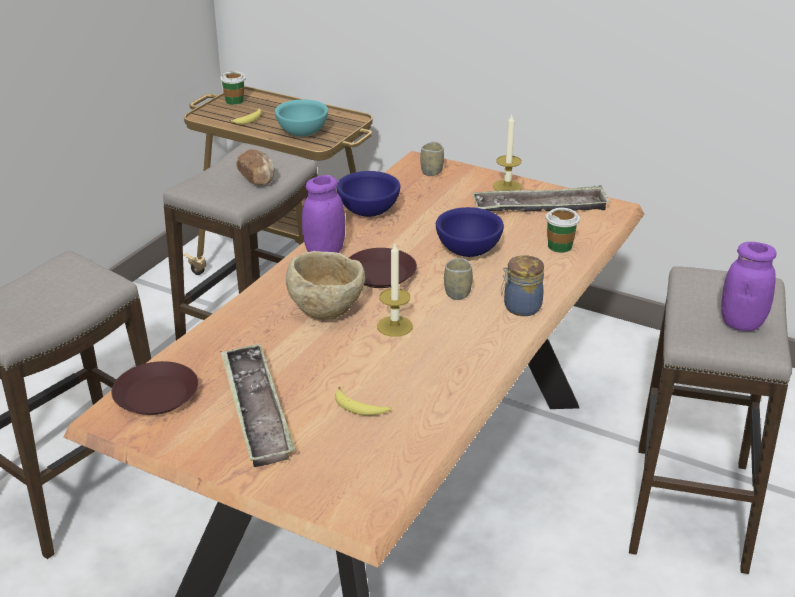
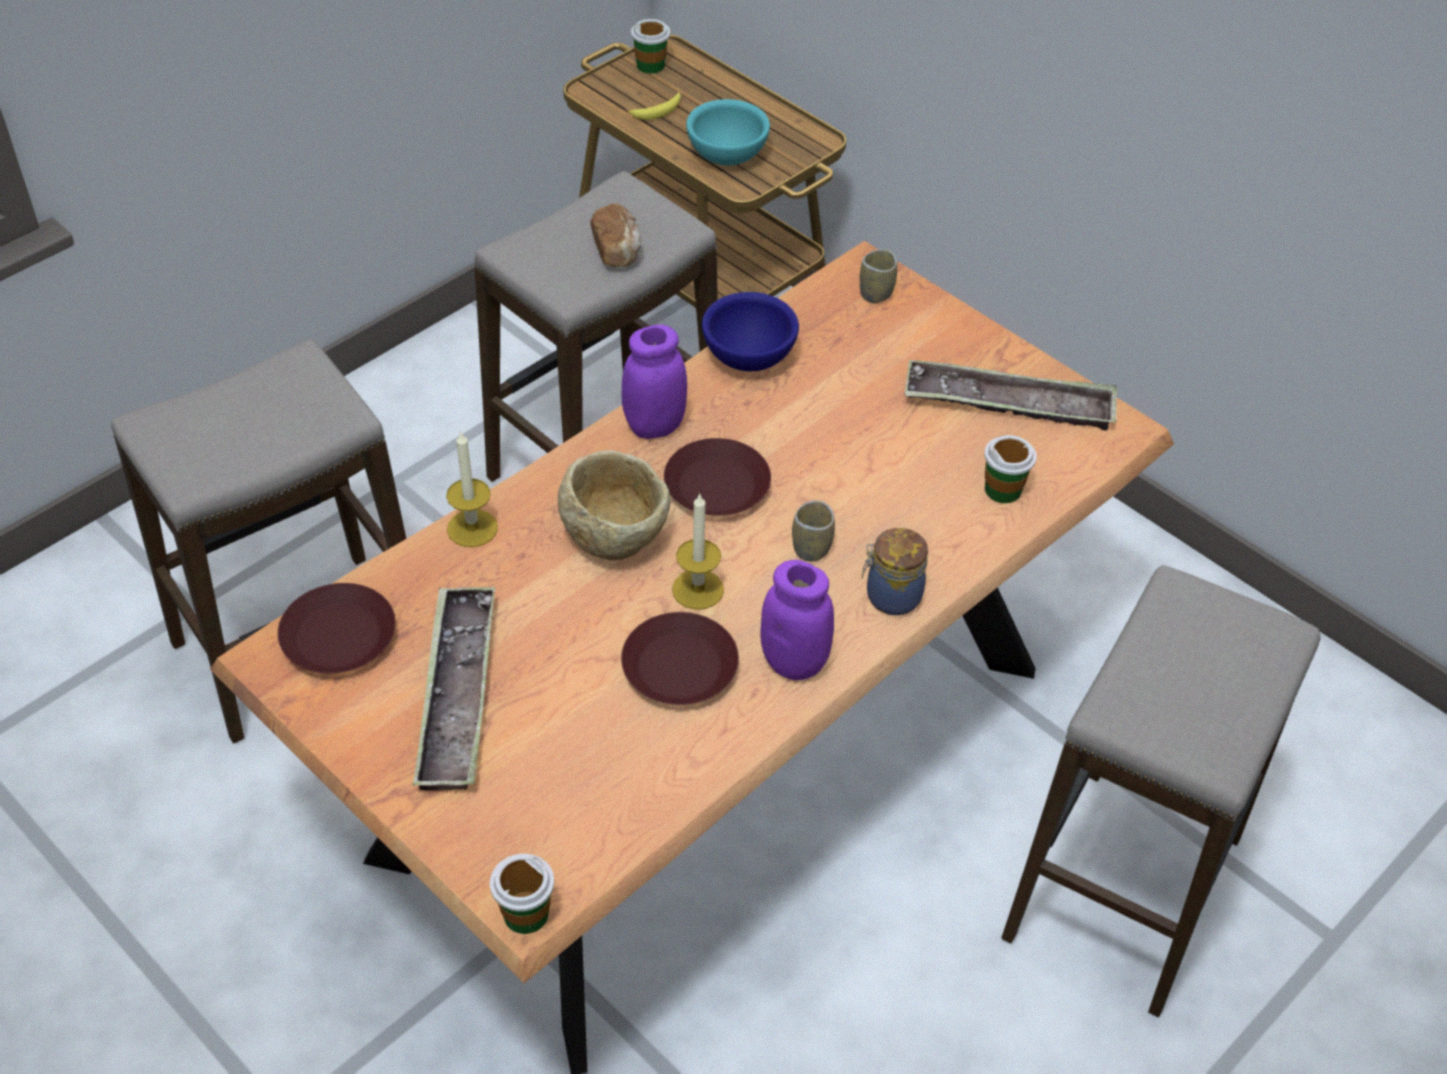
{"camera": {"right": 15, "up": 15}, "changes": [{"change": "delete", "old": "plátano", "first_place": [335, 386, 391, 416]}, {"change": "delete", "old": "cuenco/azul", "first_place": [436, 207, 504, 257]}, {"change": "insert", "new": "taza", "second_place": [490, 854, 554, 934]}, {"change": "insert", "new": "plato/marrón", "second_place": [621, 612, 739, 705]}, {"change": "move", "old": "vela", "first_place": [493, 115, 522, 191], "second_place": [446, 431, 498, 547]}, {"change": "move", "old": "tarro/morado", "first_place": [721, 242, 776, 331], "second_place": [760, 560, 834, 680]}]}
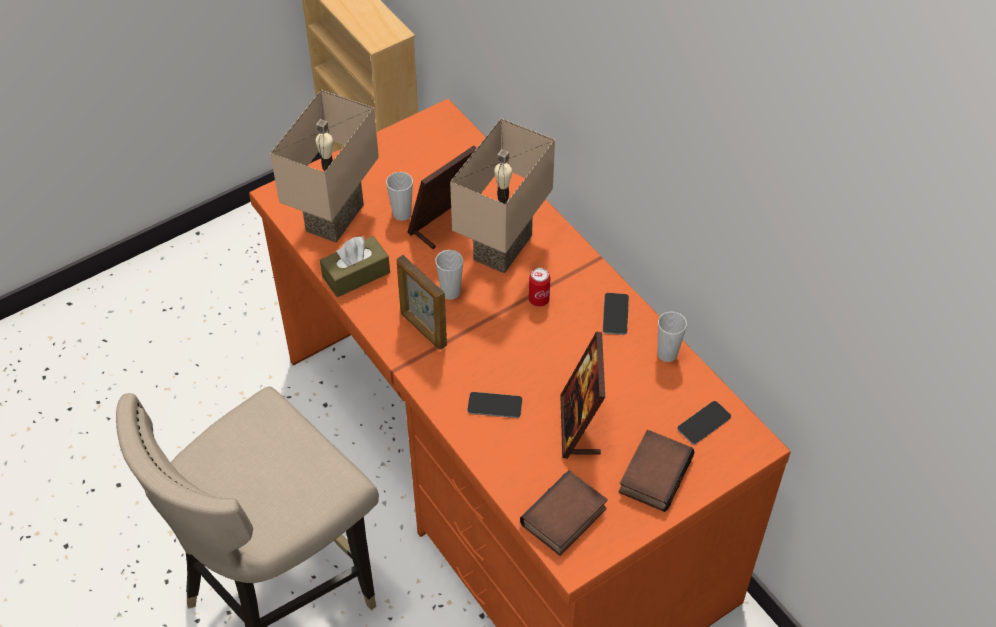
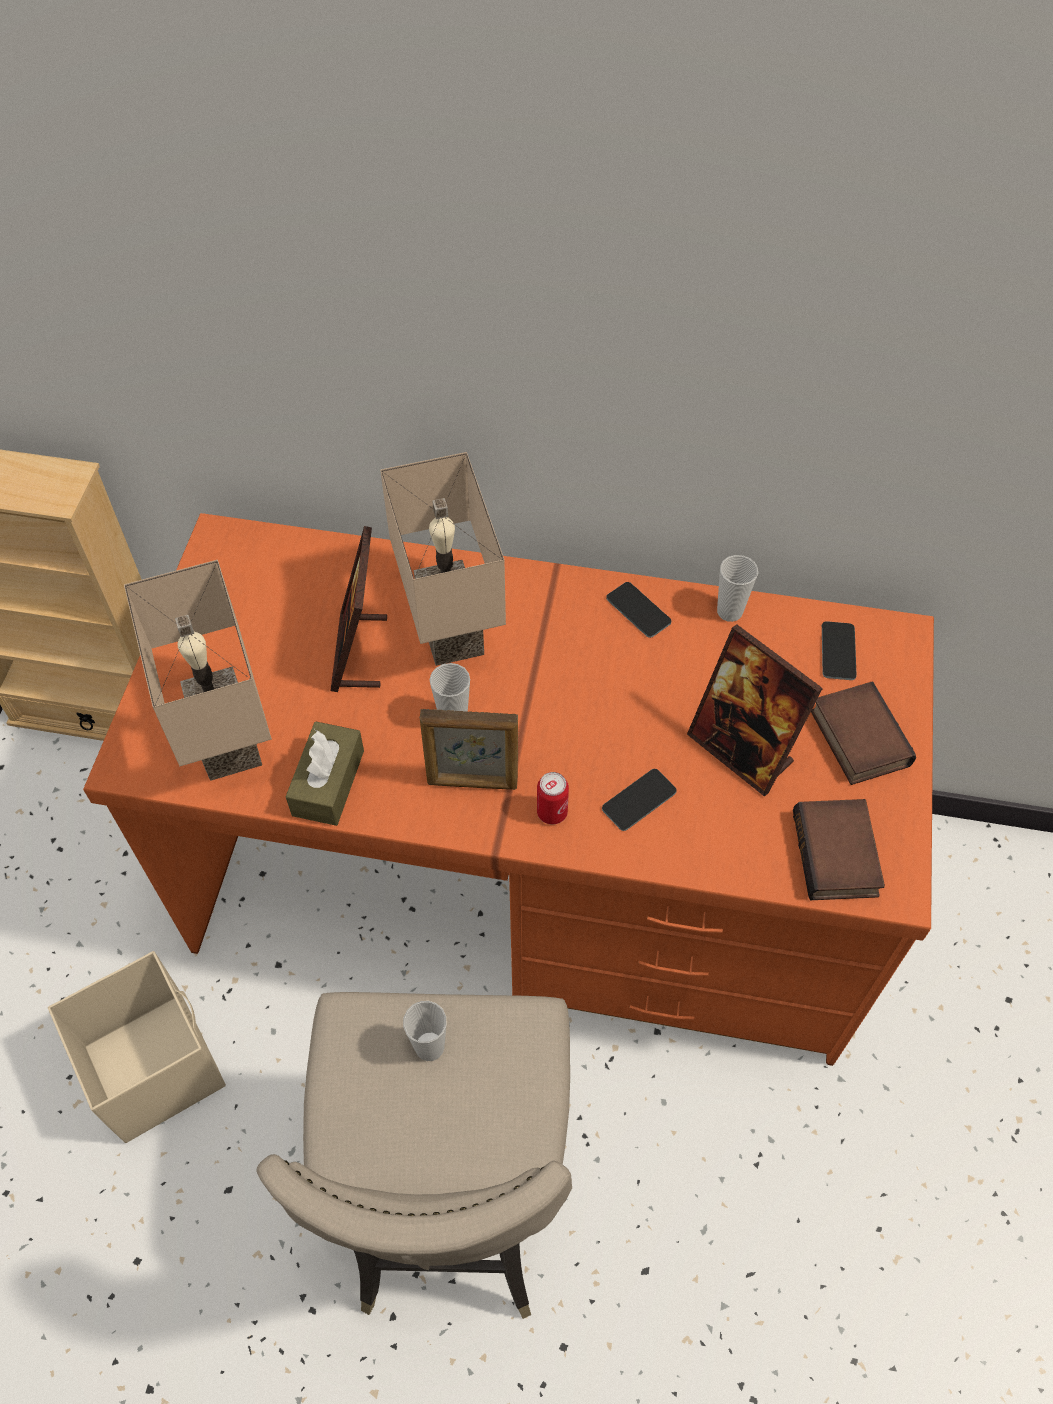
{"camera": {"right": -45, "up": 5}, "changes": [{"change": "insert", "new": "caja de almacenaje/beis", "second_place": [48, 951, 226, 1143]}, {"change": "move", "old": "taza", "first_place": [386, 172, 413, 221], "second_place": [403, 1001, 446, 1061]}, {"change": "move", "old": "lata", "first_place": [529, 268, 550, 307], "second_place": [537, 772, 569, 825]}]}
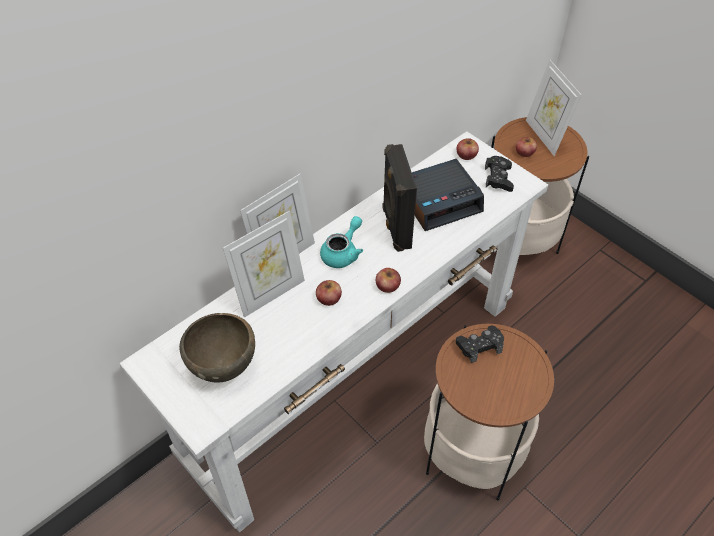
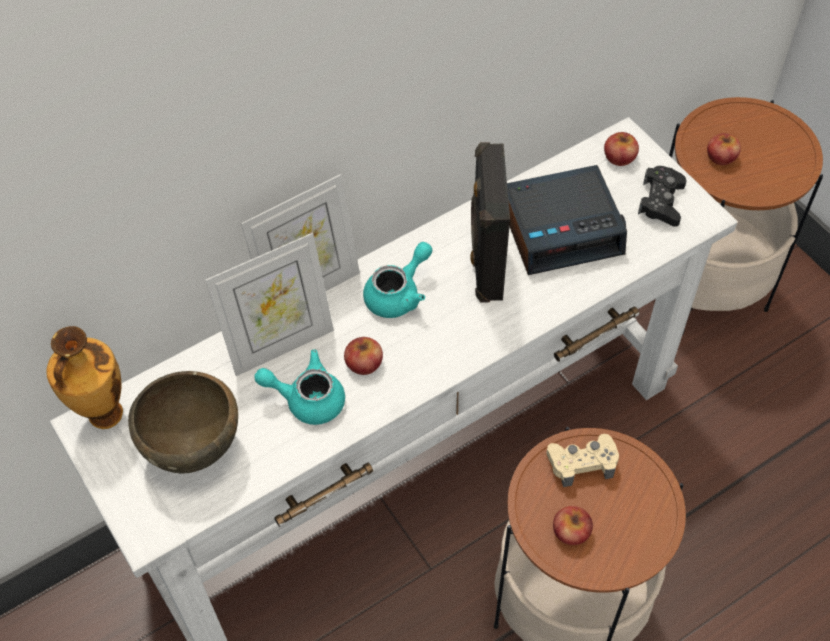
{"camera": {"right": 10, "up": 5}, "changes": [{"change": "delete", "old": "portarretratos", "first_place": [526, 60, 582, 156]}, {"change": "insert", "new": "florero", "second_place": [46, 326, 123, 429]}, {"change": "insert", "new": "tetera/turquesa", "second_place": [254, 349, 345, 425]}, {"change": "move", "old": "manzana", "first_place": [376, 268, 401, 293], "second_place": [553, 506, 593, 545]}, {"change": "recolor", "old": "mando de consola/negro", "new": "mando de consola/beis", "first_place": [456, 326, 504, 363], "second_place": [547, 434, 619, 487]}]}
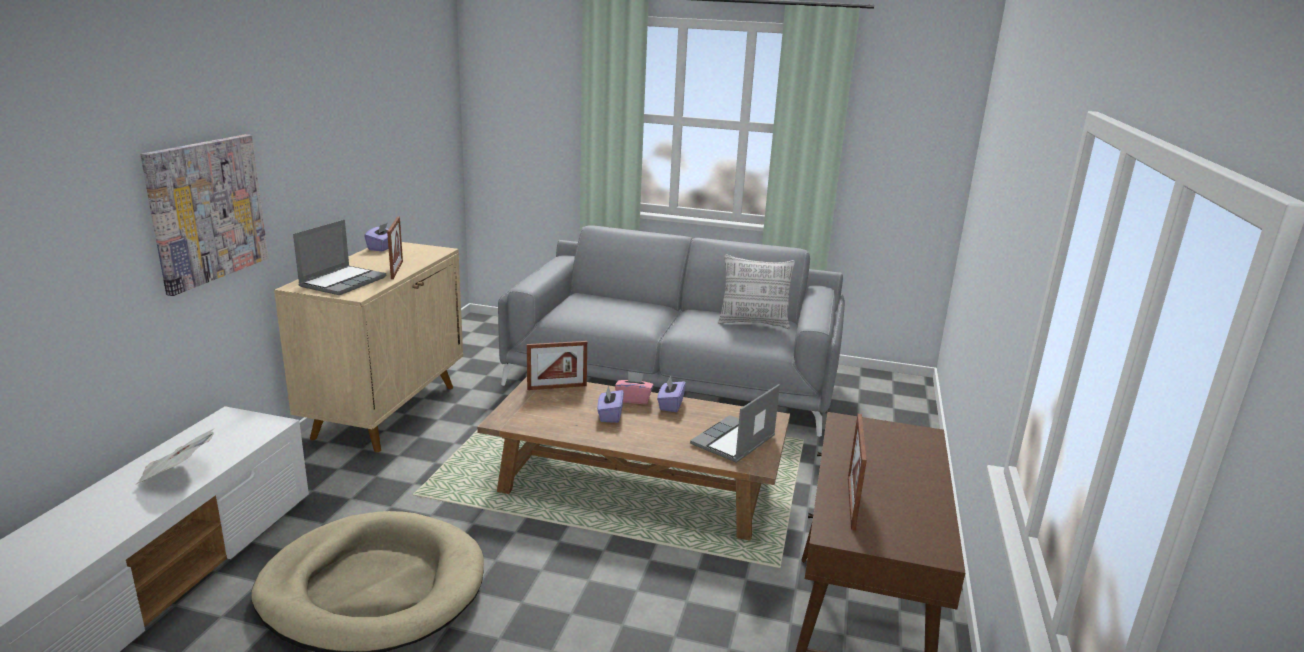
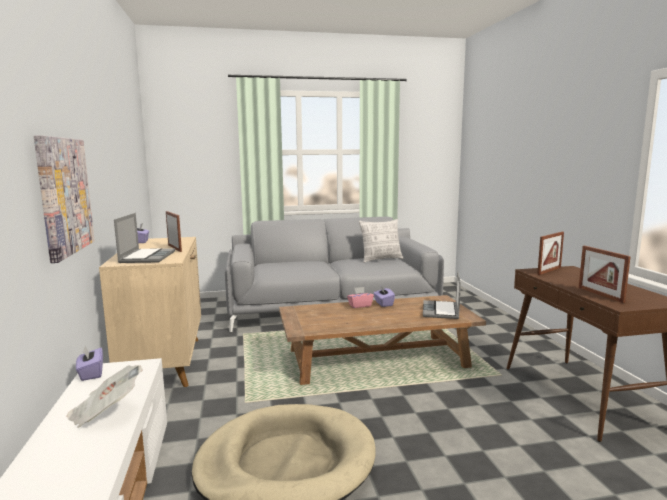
{"camera": {"right": -25, "up": -10}, "changes": [{"change": "move", "old": "portarretratos", "first_place": [527, 341, 587, 390], "second_place": [537, 232, 564, 275]}, {"change": "move", "old": "caja de pañuelos/morado", "first_place": [597, 386, 624, 423], "second_place": [76, 346, 103, 381]}]}
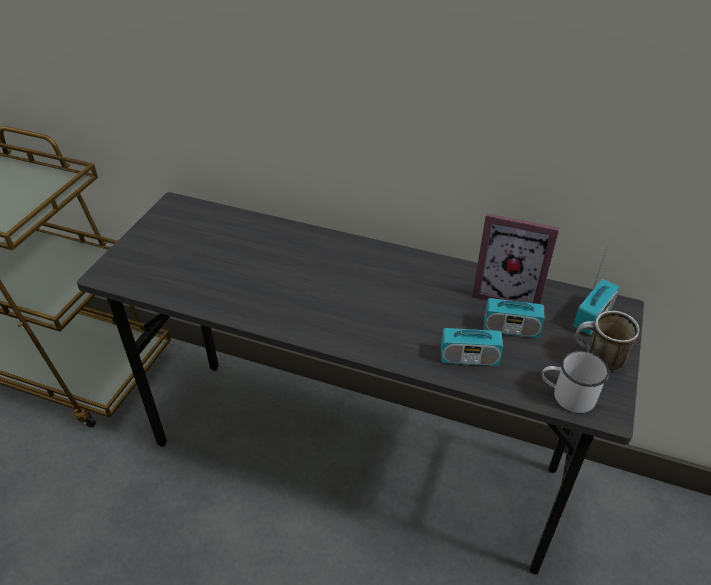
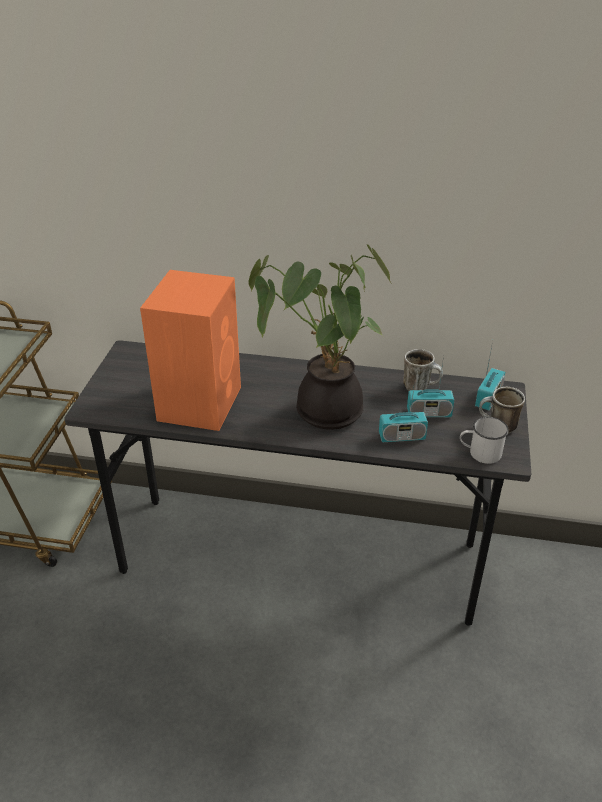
{"camera": {"right": -10, "up": -5}, "changes": [{"change": "insert", "new": "altavoz/naranja", "second_place": [140, 270, 241, 431]}, {"change": "insert", "new": "planta en maceta", "second_place": [248, 244, 392, 430]}, {"change": "replace", "old": "portarretratos", "new": "taza grande", "first_place": [472, 214, 559, 304], "second_place": [403, 349, 443, 391]}]}
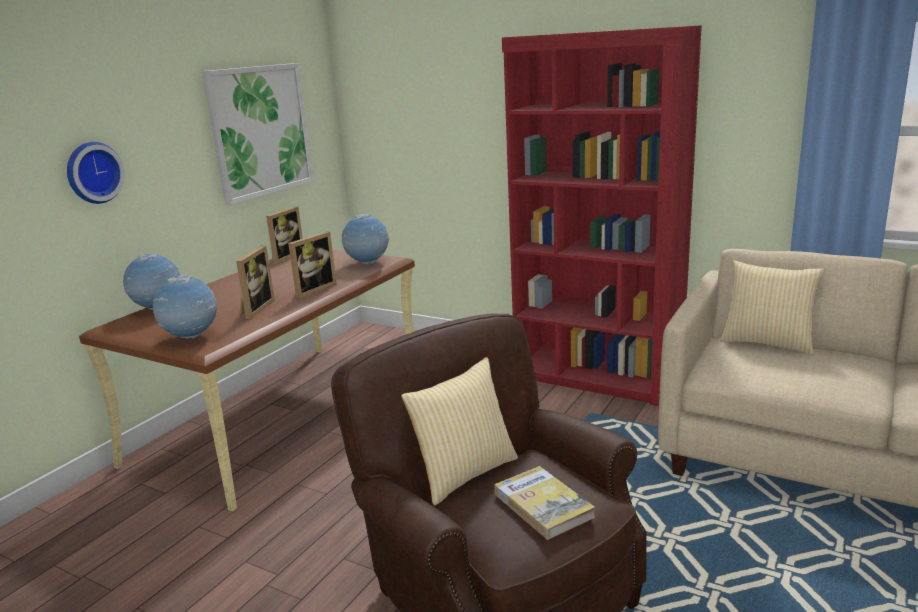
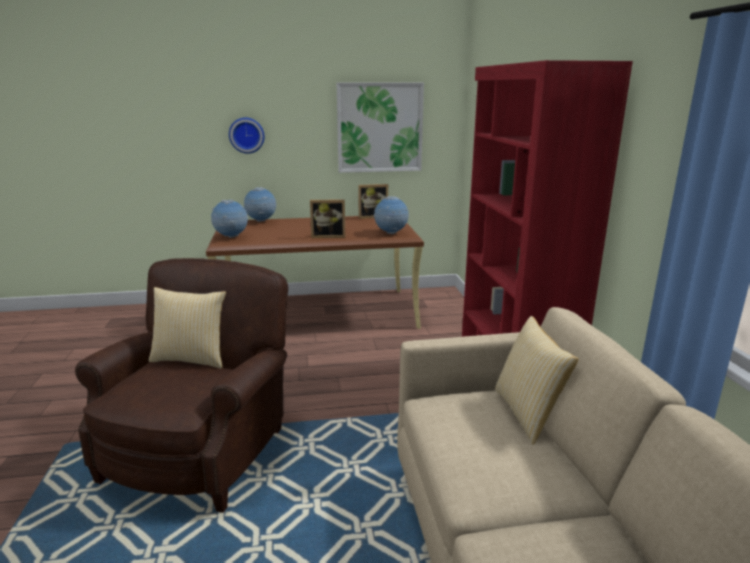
{"camera": {"right": 50, "up": 0}, "changes": [{"change": "delete", "old": "portarretratos", "first_place": [236, 246, 275, 319]}, {"change": "delete", "old": "libro", "first_place": [495, 466, 595, 540]}]}
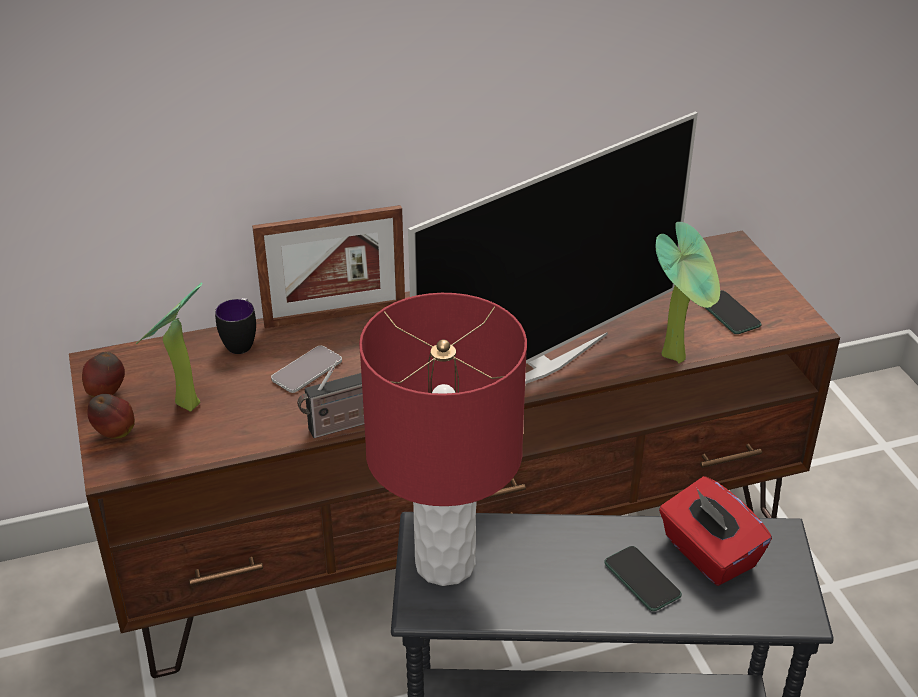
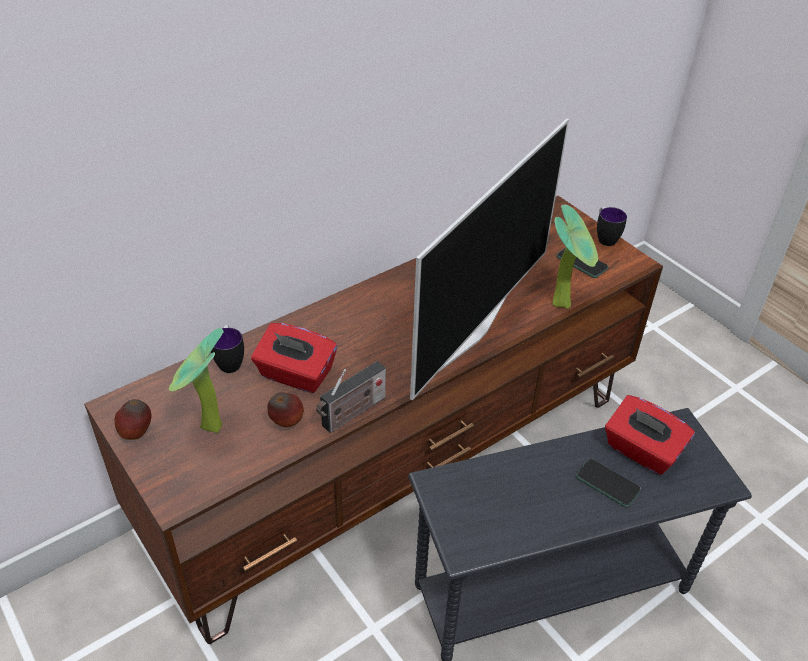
{"camera": {"right": -20, "up": 5}, "changes": [{"change": "delete", "old": "portarretratos", "first_place": [252, 205, 405, 328]}, {"change": "delete", "old": "lámpara de mesa/rojo", "first_place": [359, 293, 527, 586]}, {"change": "insert", "new": "taza grande", "second_place": [597, 207, 627, 246]}, {"change": "move", "old": "manzana", "first_place": [87, 394, 135, 439], "second_place": [267, 392, 304, 427]}, {"change": "replace", "old": "móvil", "new": "caja de pañuelos/rojo", "first_place": [271, 346, 342, 393], "second_place": [251, 323, 337, 393]}]}
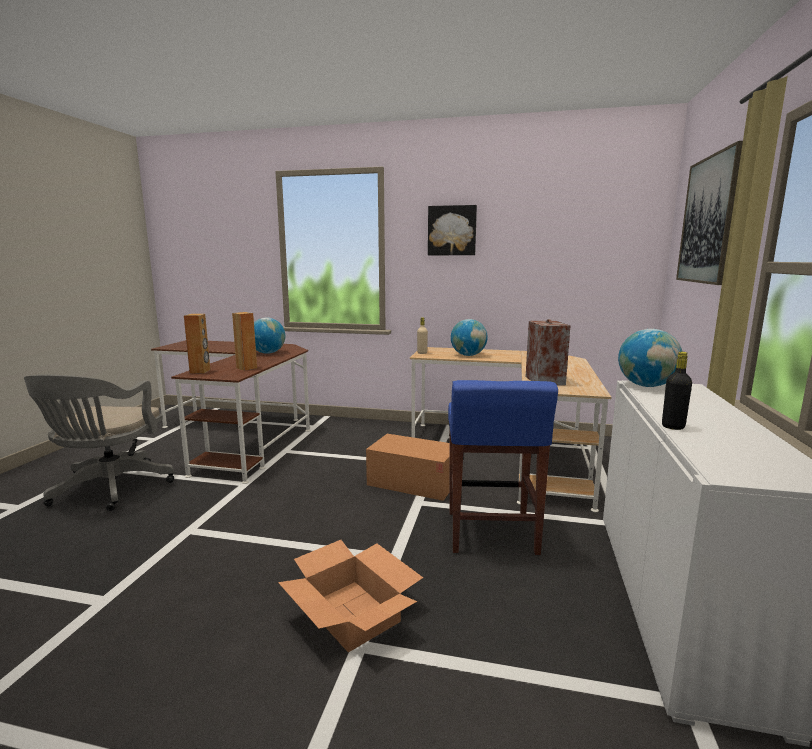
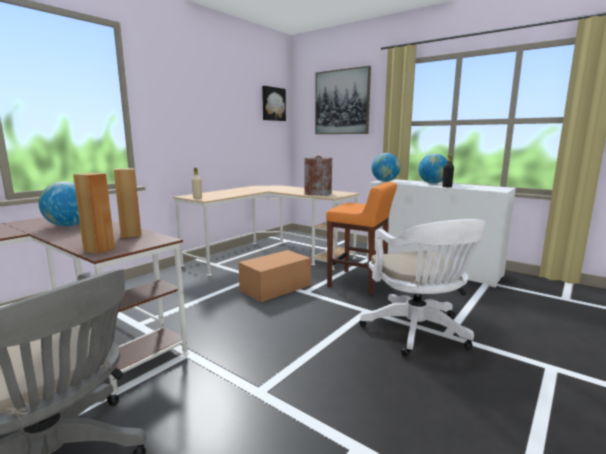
{"camera": {"right": -65, "up": 0}, "changes": [{"change": "move", "old": "cuadro", "first_place": [428, 205, 477, 255], "second_place": [262, 86, 286, 121]}, {"change": "move", "old": "globo terráqueo", "first_place": [451, 319, 487, 356], "second_place": [418, 154, 447, 184]}, {"change": "replace", "old": "caja de cartón", "new": "silla de oficina/blanco", "first_place": [278, 540, 423, 652], "second_place": [359, 219, 485, 357]}, {"change": "recolor", "old": "taburete/azul", "new": "taburete/naranja", "first_place": [448, 380, 558, 555], "second_place": [326, 182, 397, 295]}]}
